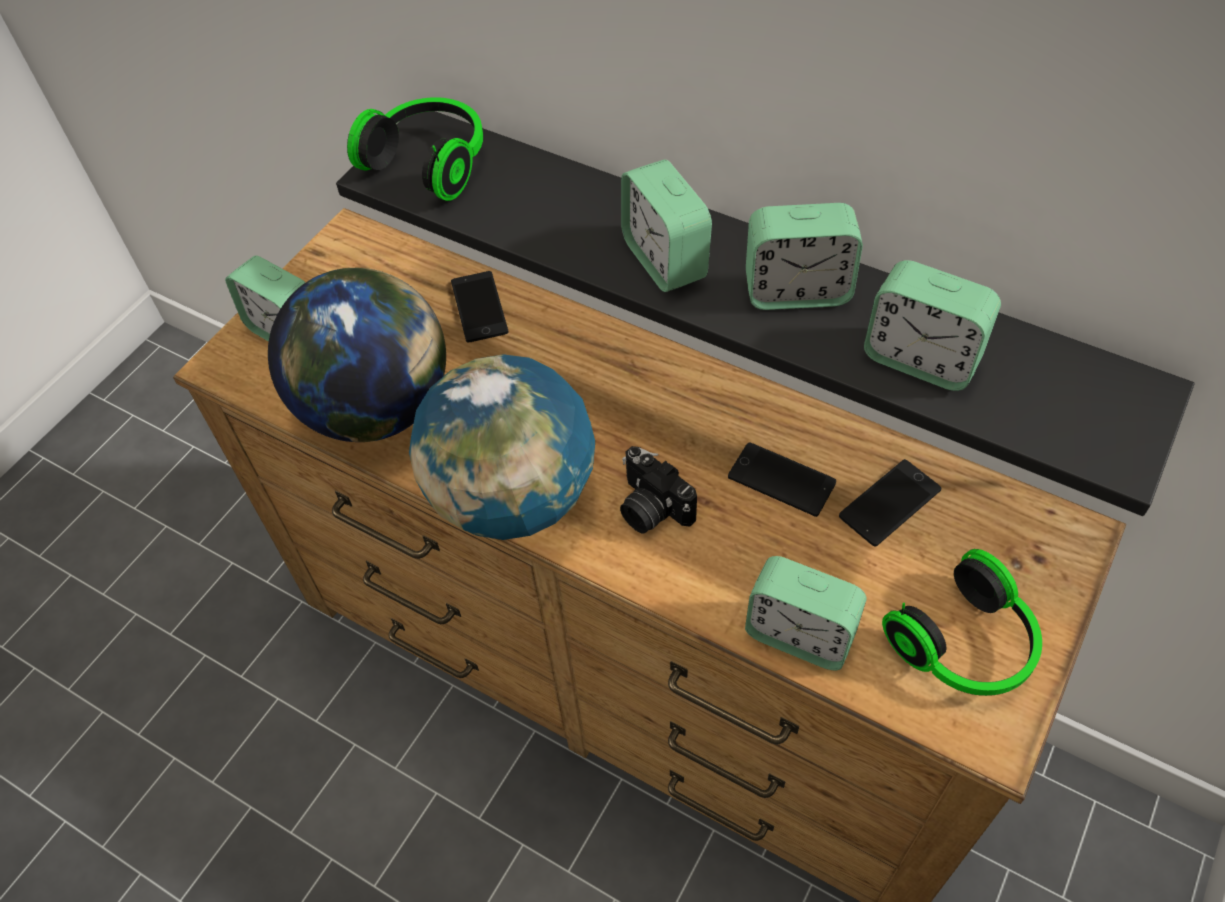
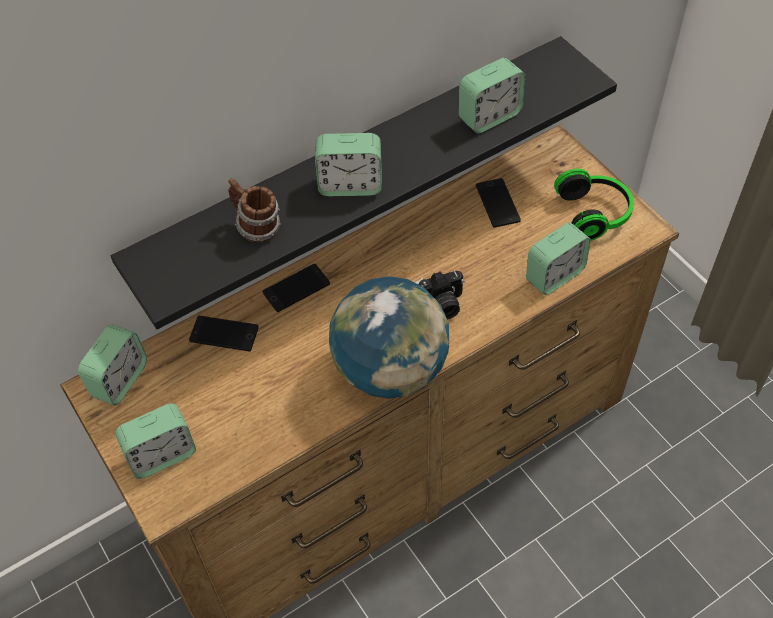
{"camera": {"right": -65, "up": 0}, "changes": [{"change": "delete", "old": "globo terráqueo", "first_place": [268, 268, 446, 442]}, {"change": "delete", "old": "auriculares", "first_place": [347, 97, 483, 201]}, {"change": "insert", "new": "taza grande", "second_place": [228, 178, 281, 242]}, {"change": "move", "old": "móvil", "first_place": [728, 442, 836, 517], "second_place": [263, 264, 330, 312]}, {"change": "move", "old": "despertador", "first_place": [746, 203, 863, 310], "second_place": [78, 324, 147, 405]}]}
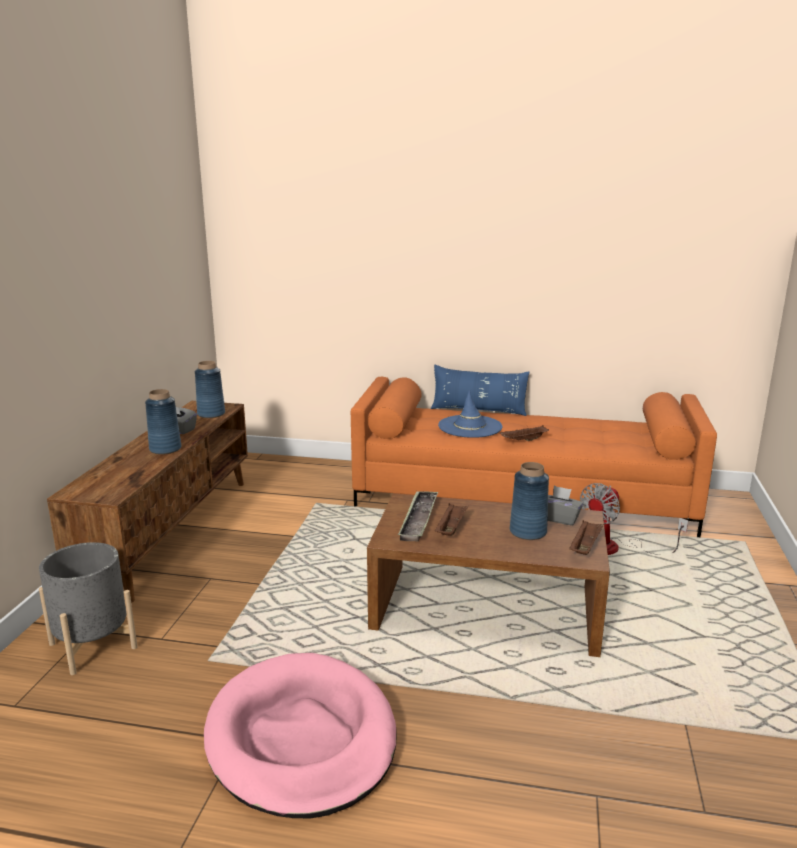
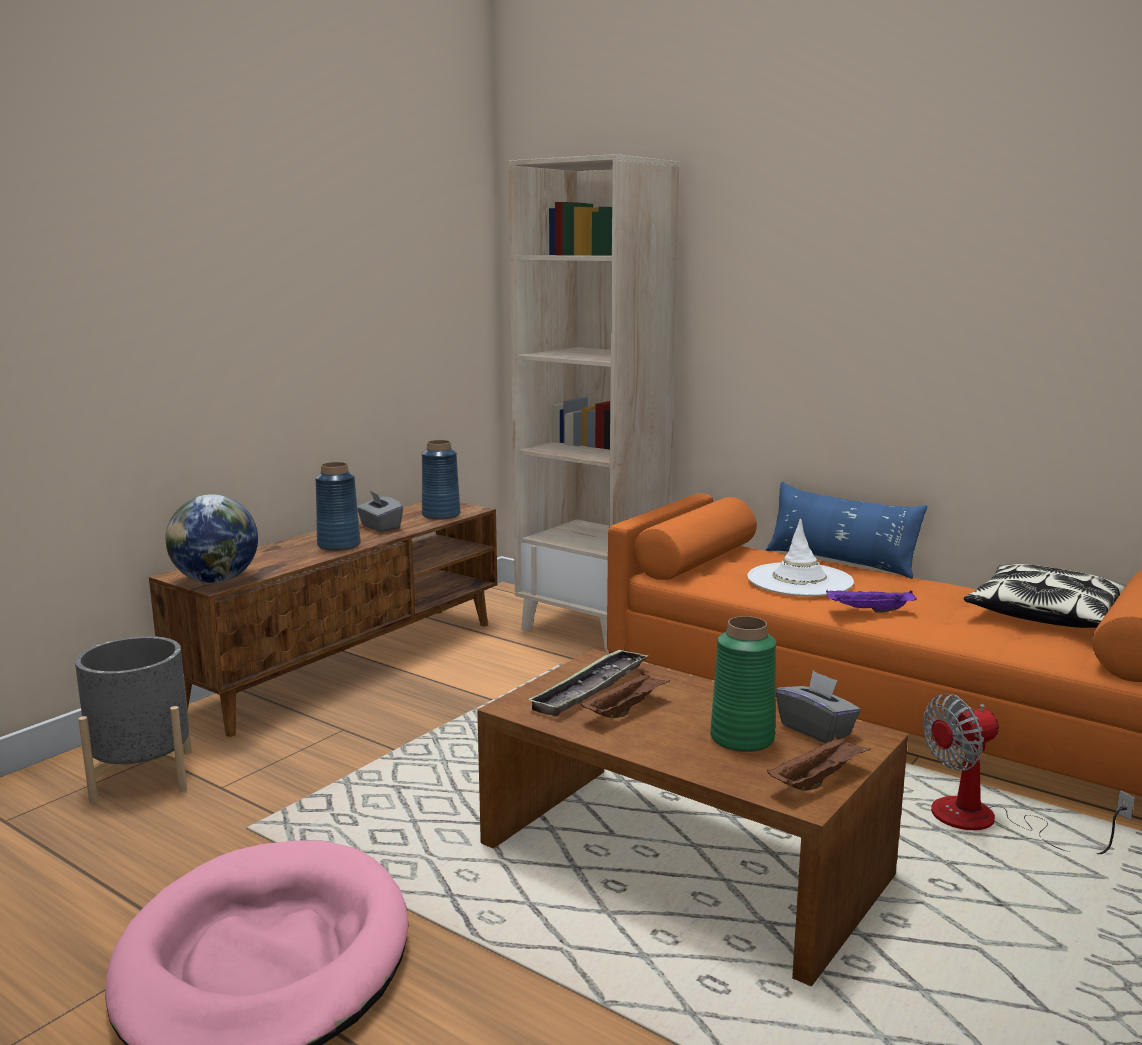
{"camera": {"right": 25, "up": -5}, "changes": [{"change": "insert", "new": "globo terráqueo", "second_place": [166, 494, 258, 583]}, {"change": "insert", "new": "estantería/beis", "second_place": [508, 154, 680, 653]}, {"change": "insert", "new": "cojín", "second_place": [964, 564, 1126, 628]}, {"change": "recolor", "old": "sombrero/azul", "new": "sombrero/blanco", "first_place": [438, 390, 503, 438], "second_place": [747, 519, 854, 596]}, {"change": "recolor", "old": "bandeja/marrón", "new": "bandeja/morado", "first_place": [500, 425, 549, 441], "second_place": [826, 590, 917, 613]}, {"change": "recolor", "old": "florero/azul", "new": "florero/verde", "first_place": [510, 462, 549, 540], "second_place": [710, 616, 776, 752]}]}
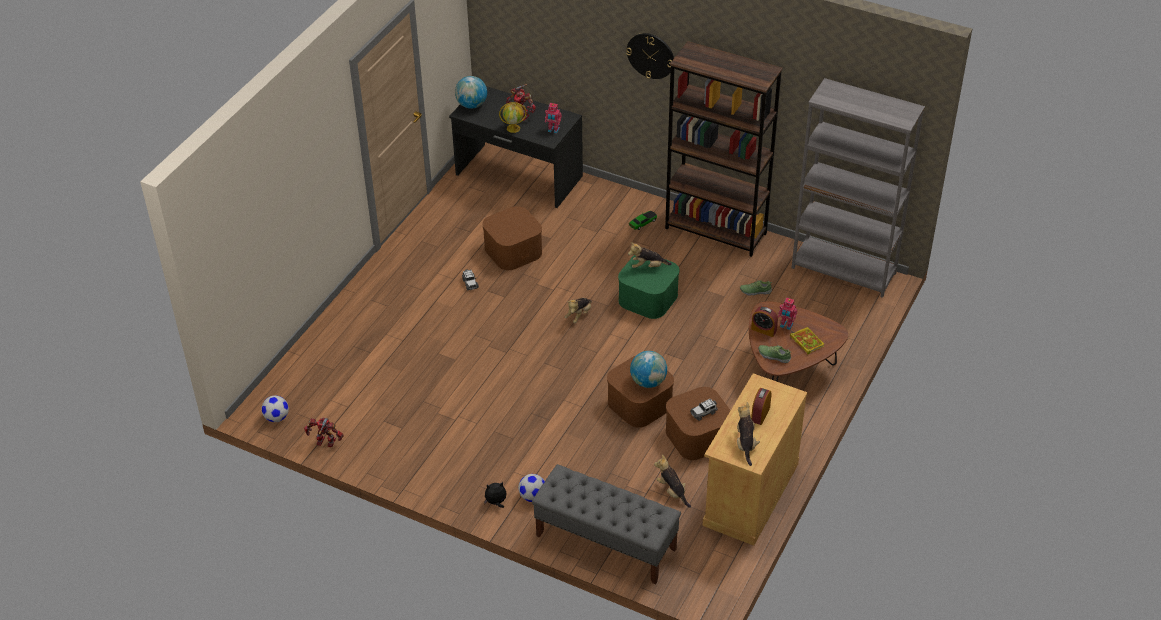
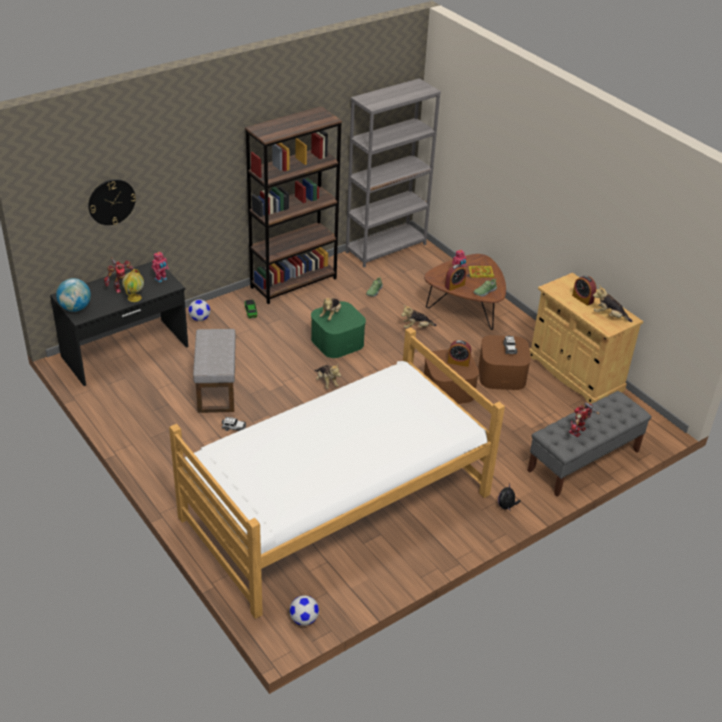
{"camera": {"right": -65, "up": -5}, "changes": [{"change": "insert", "new": "cama", "second_place": [169, 327, 505, 619]}, {"change": "move", "old": "robot de juguete", "first_place": [304, 417, 343, 447], "second_place": [569, 402, 600, 437]}, {"change": "move", "old": "balón de fútbol", "first_place": [518, 474, 545, 502], "second_place": [188, 299, 210, 321]}, {"change": "move", "old": "reloj de pared", "first_place": [626, 33, 674, 79], "second_place": [88, 179, 136, 225]}, {"change": "move", "old": "peluche", "first_place": [654, 455, 691, 508], "second_place": [401, 305, 437, 328]}, {"change": "replace", "old": "caja de almacenaje/marrón", "new": "puf/gris", "first_place": [482, 206, 542, 270], "second_place": [193, 329, 236, 413]}, {"change": "replace", "old": "globo terráqueo", "new": "despertador", "first_place": [630, 351, 667, 388], "second_place": [448, 340, 471, 367]}]}
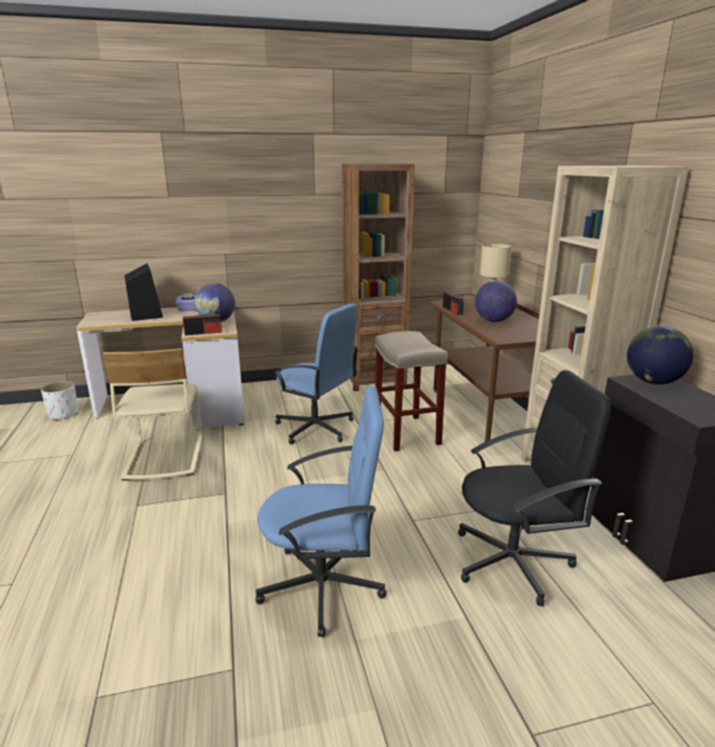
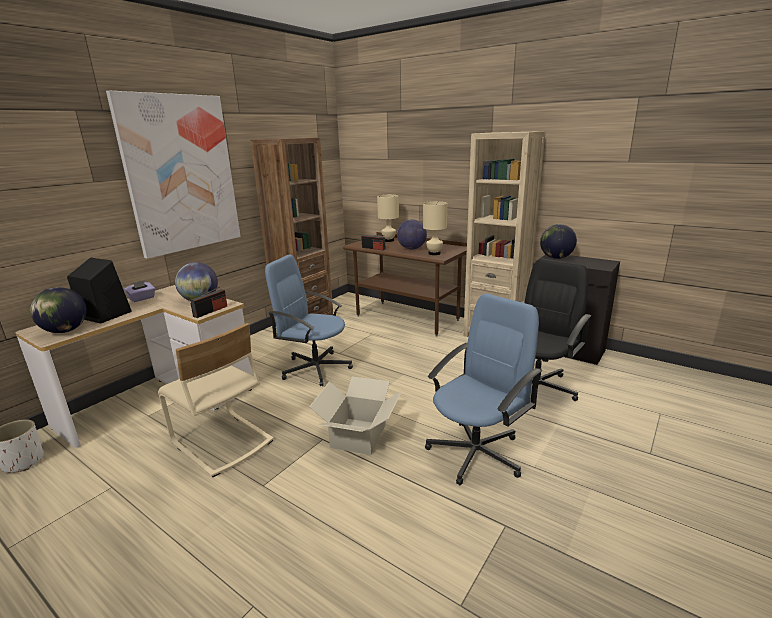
{"camera": {"right": -40, "up": 0}, "changes": [{"change": "delete", "old": "taburete/beis", "first_place": [375, 331, 448, 451]}, {"change": "insert", "new": "globo terráqueo", "second_place": [30, 287, 87, 333]}, {"change": "insert", "new": "cuadro", "second_place": [106, 90, 240, 259]}, {"change": "insert", "new": "caja de cartón", "second_place": [309, 377, 402, 455]}, {"change": "insert", "new": "lámpara de mesa/beis", "second_place": [423, 201, 447, 255]}, {"change": "rotate", "old": "silla de oficina/azul", "first_place": [273, 303, 359, 445], "second_place": [265, 255, 353, 386], "degrees": -150}]}
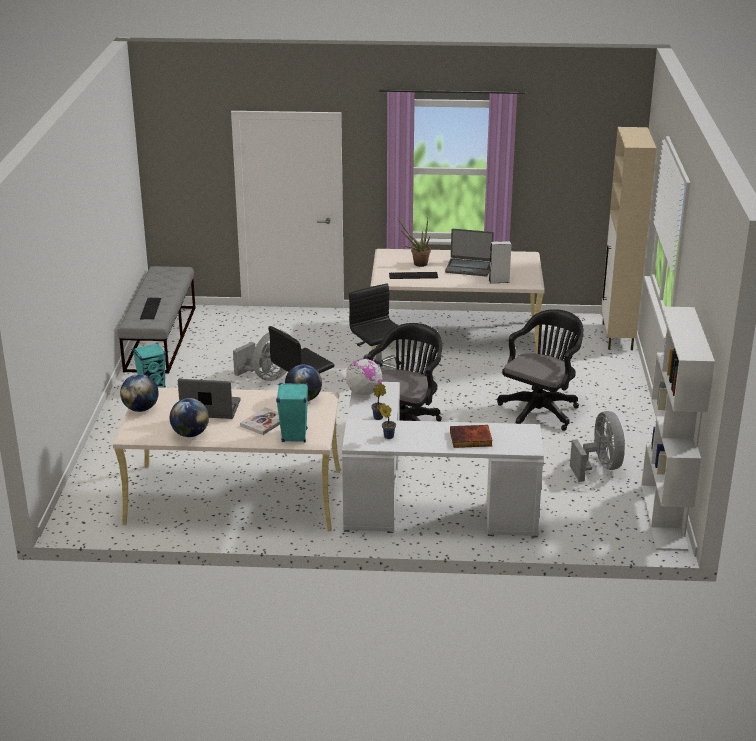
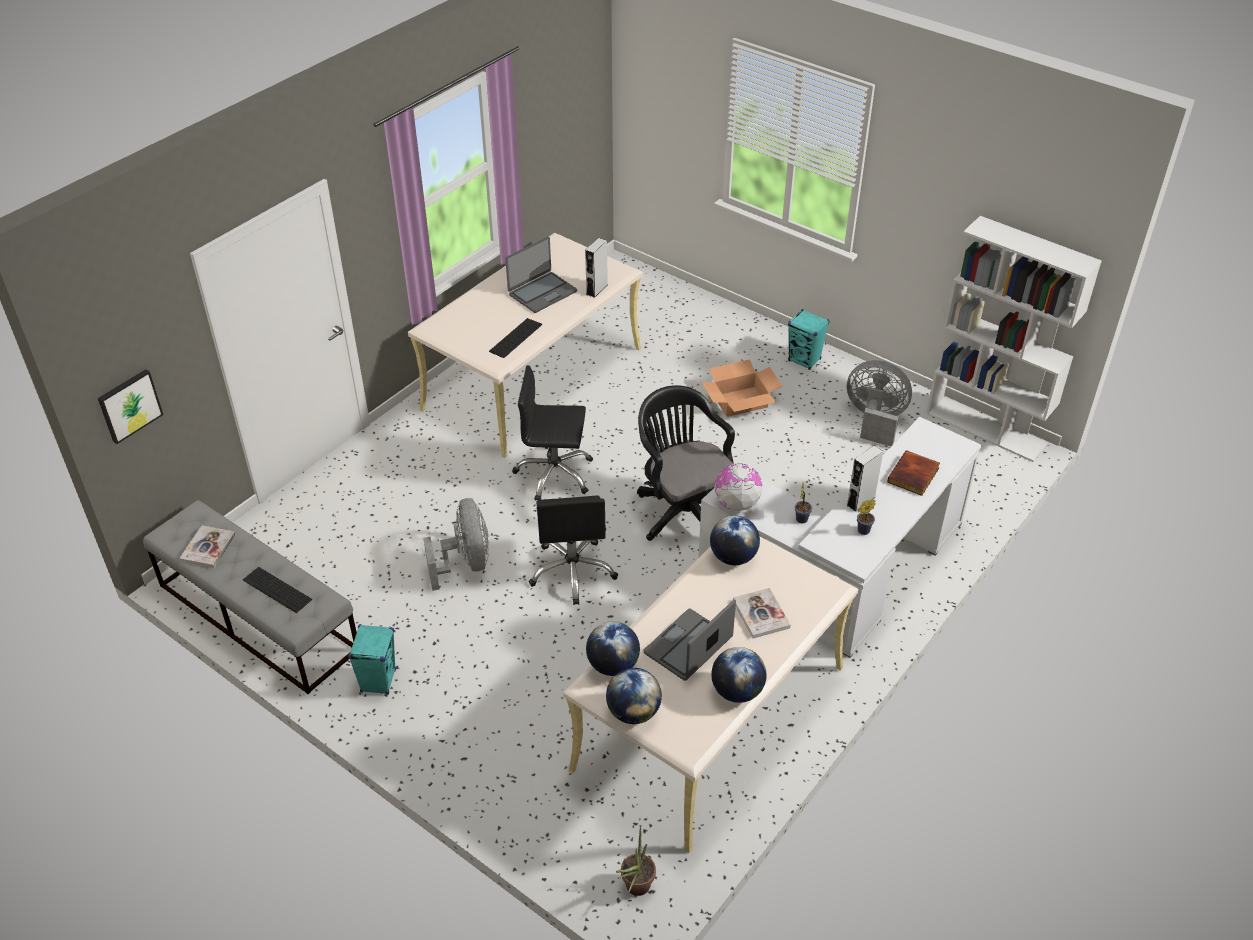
{"camera": {"right": -55, "up": 15}, "changes": [{"change": "delete", "old": "armario/beis", "first_place": [601, 127, 657, 350]}, {"change": "insert", "new": "cuadro", "second_place": [98, 369, 163, 444]}, {"change": "insert", "new": "libro", "second_place": [179, 526, 236, 568]}, {"change": "insert", "new": "globo terráqueo", "second_place": [586, 621, 640, 676]}, {"change": "insert", "new": "altavoz/gris", "second_place": [846, 446, 883, 512]}, {"change": "move", "old": "altavoz/turquesa", "first_place": [276, 383, 309, 443], "second_place": [788, 309, 829, 370]}, {"change": "move", "old": "planta en maceta", "first_place": [398, 219, 431, 267], "second_place": [616, 826, 656, 896]}, {"change": "replace", "old": "silla de oficina/negro", "new": "caja de cartón", "first_place": [497, 309, 584, 431], "second_place": [701, 360, 783, 417]}]}
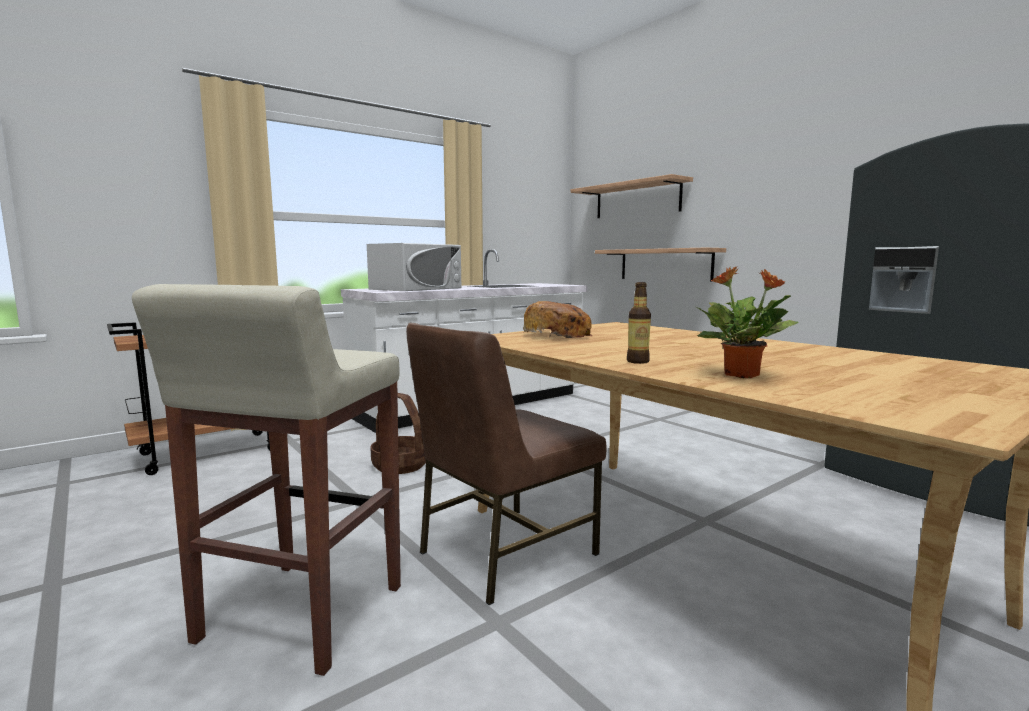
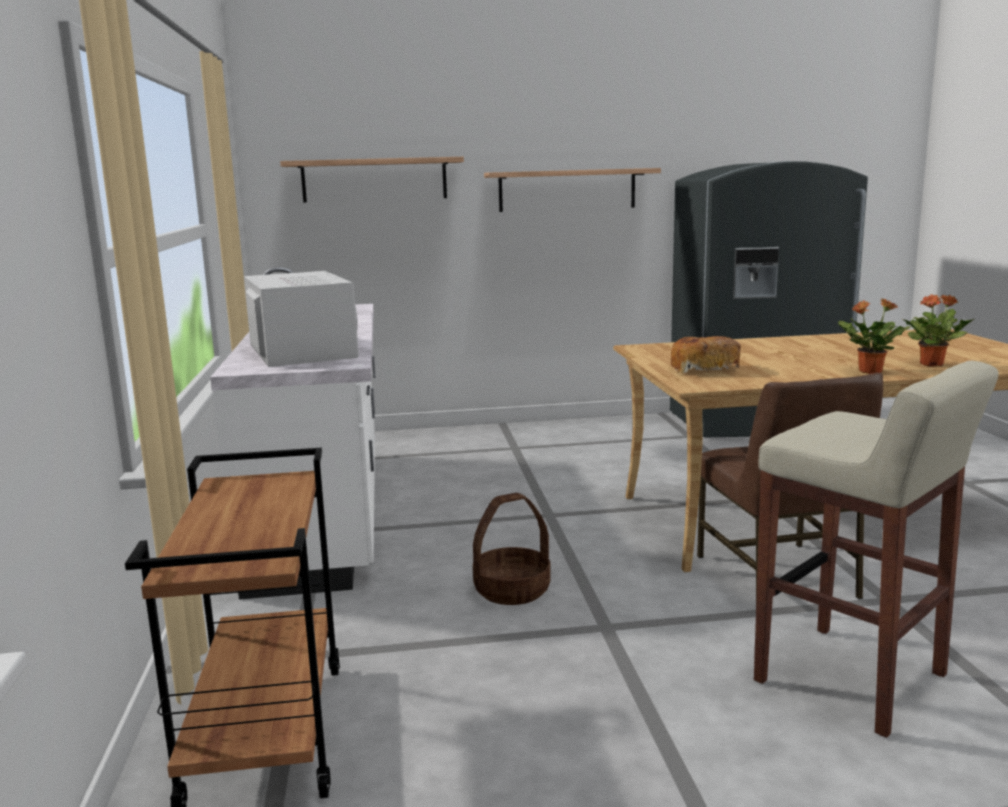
{"camera": {"right": -60, "up": 5}, "changes": [{"change": "move", "old": "estante", "first_place": [595, 248, 726, 281], "second_place": [484, 168, 661, 212]}, {"change": "replace", "old": "botella", "new": "planta en maceta", "first_place": [627, 282, 651, 364], "second_place": [838, 298, 910, 374]}]}
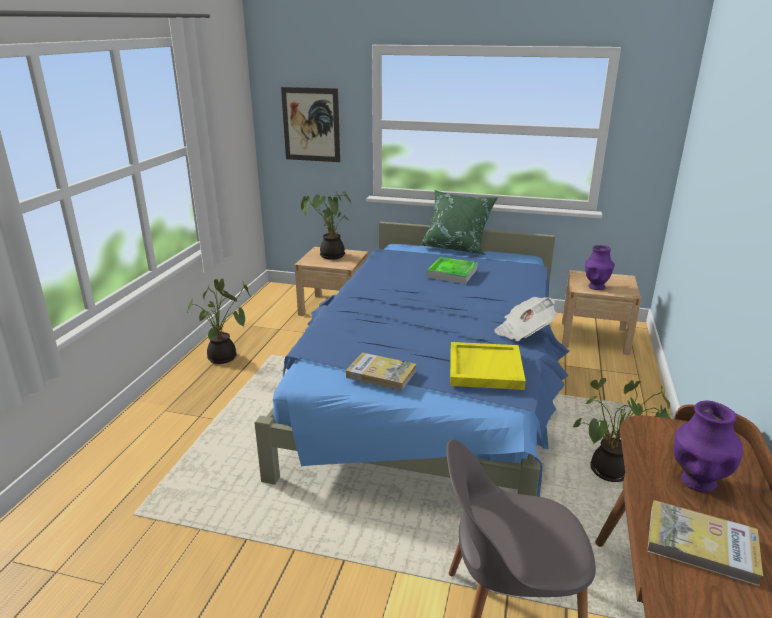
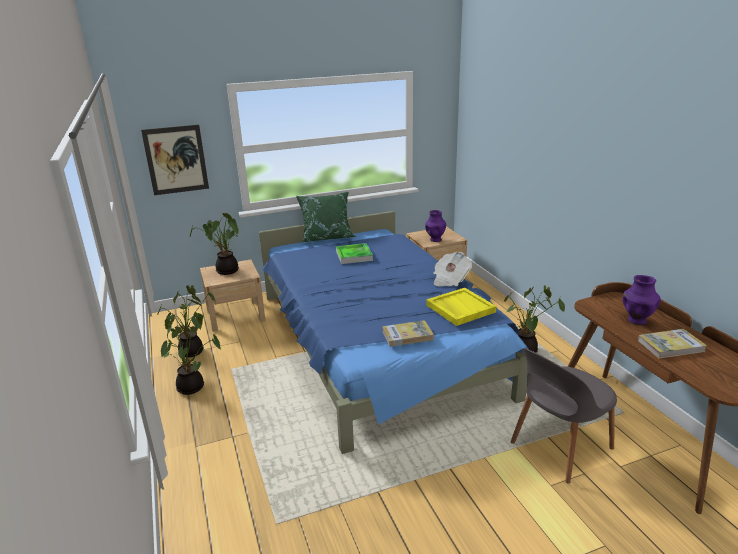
{"camera": {"right": -35, "up": 0}, "changes": [{"change": "insert", "new": "planta en maceta", "second_place": [158, 285, 216, 358]}]}
